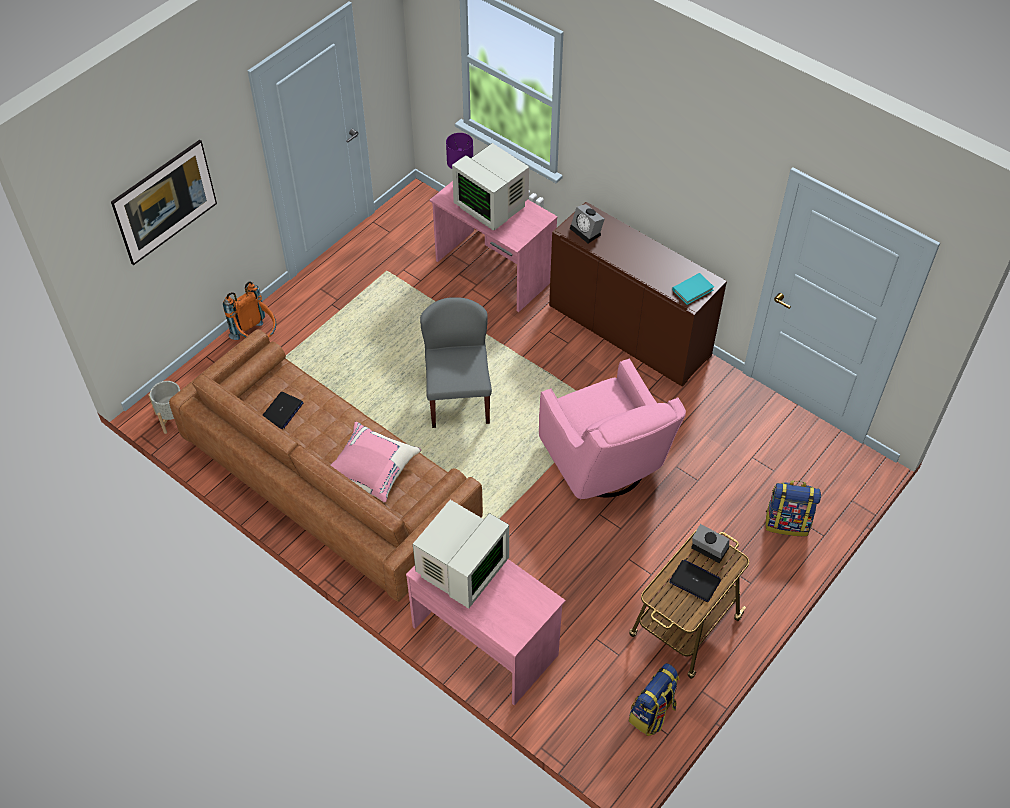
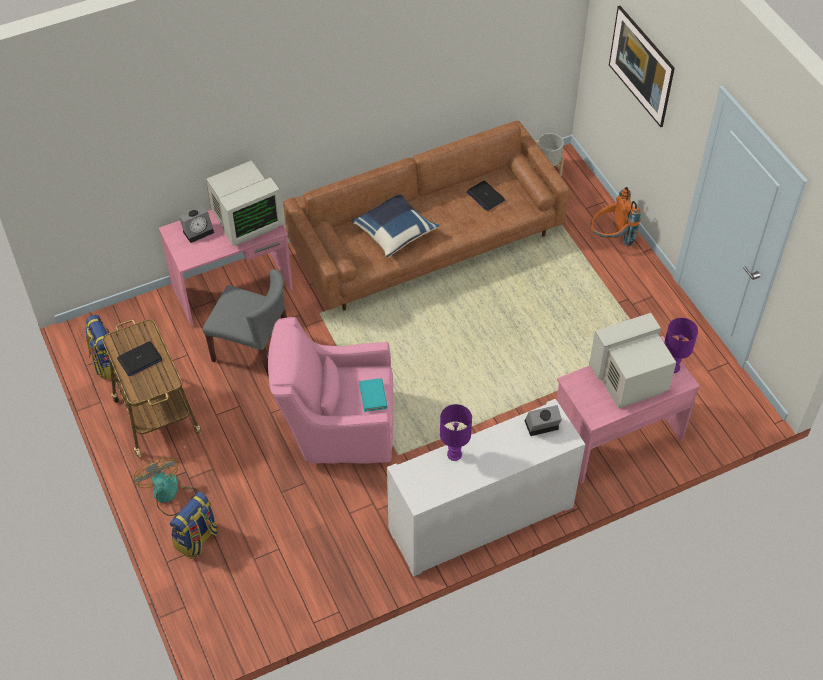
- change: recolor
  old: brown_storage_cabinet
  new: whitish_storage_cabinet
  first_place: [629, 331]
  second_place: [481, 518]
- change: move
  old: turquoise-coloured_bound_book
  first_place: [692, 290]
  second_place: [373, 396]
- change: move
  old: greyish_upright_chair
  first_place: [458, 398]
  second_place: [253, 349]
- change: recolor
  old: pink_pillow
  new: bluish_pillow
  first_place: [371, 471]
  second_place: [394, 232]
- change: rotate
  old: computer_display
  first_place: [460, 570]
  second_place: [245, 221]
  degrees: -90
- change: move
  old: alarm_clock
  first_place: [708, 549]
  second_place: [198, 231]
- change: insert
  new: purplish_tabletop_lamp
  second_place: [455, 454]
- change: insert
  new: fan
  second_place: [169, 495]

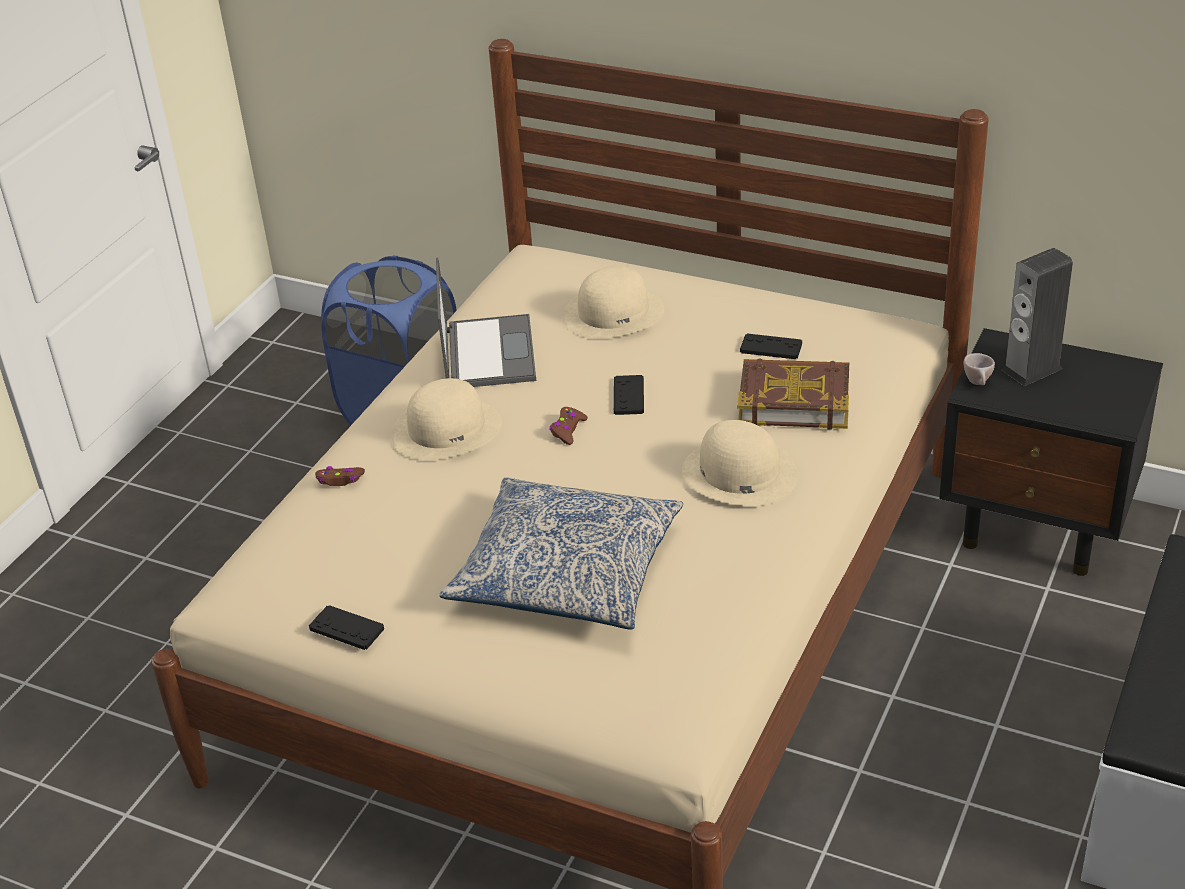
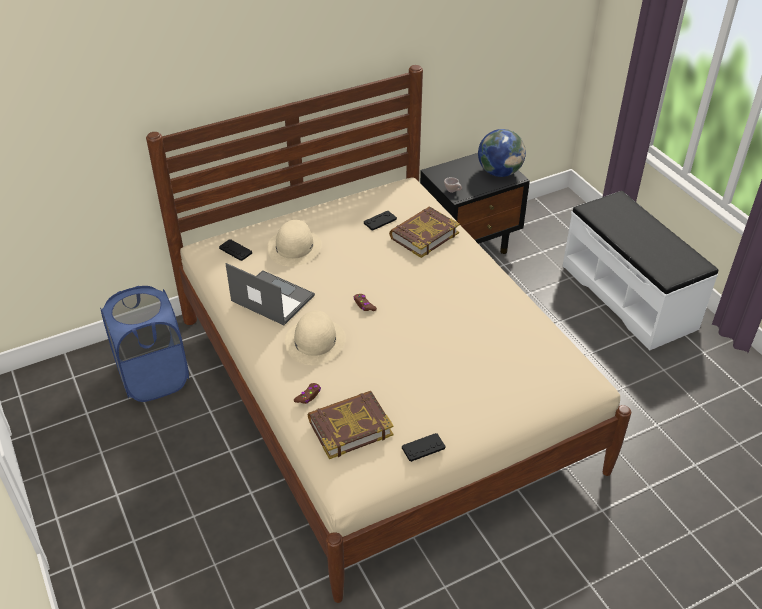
- change: delete
  old: speaker
  first_place: [1031, 369]
- change: move
  old: black-coloured_gamepad
  first_place: [628, 396]
  second_place: [235, 250]
- change: delete
  old: sand-coloured_wearable_hat
  first_place: [738, 473]
- change: delete
  old: pillow
  first_place: [566, 572]
- change: insert
  new: world_globe
  second_place: [499, 172]
- change: insert
  new: bound_book
  second_place: [350, 427]

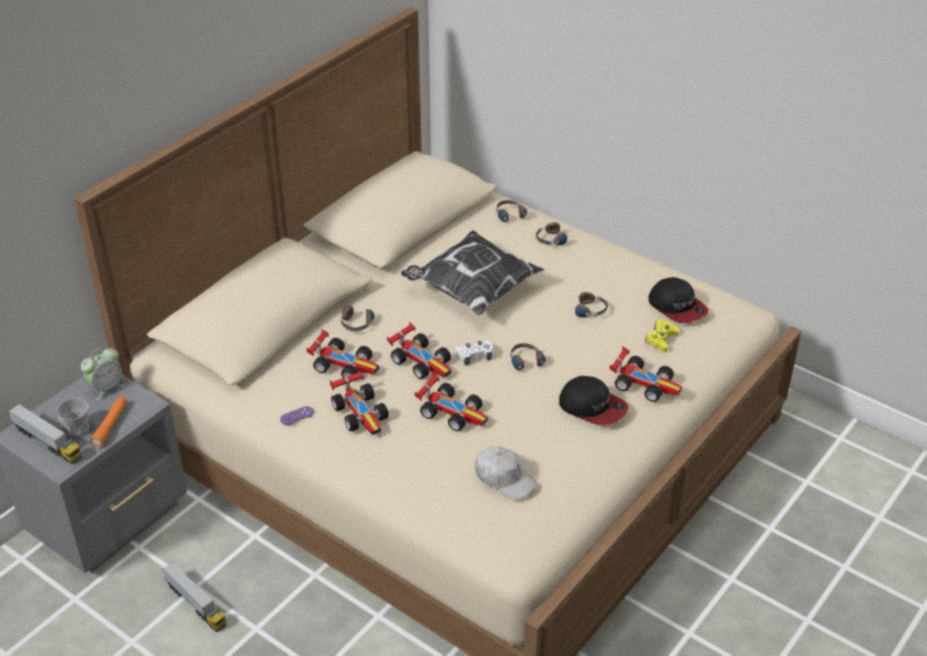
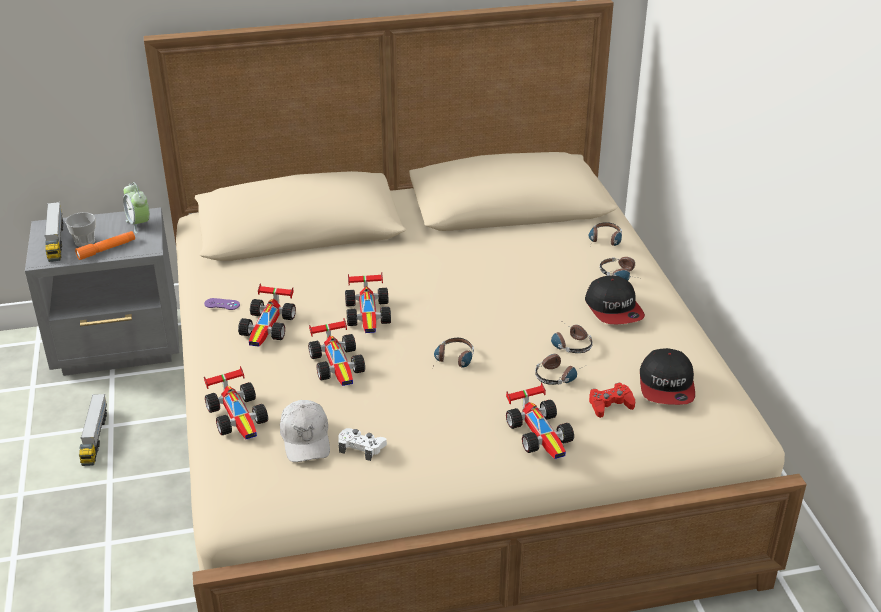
- change: delete
  old: pillow
  first_place: [472, 290]
- change: move
  old: headset
  first_place: [358, 320]
  second_place: [559, 374]
- change: recolor
  old: yellow-coloured_gamepad
  new: reddish_gamepad
  first_place: [661, 339]
  second_place: [610, 404]
- change: move
  old: miniature_car
  first_place: [344, 364]
  second_place: [238, 415]
- change: move
  old: whitish_gamepad
  first_place: [474, 355]
  second_place: [361, 447]
- change: rotate
  old: alarm_clock
  first_place: [106, 388]
  second_place: [139, 224]
  degrees: 60
- change: move
  old: baseball_cap
  first_place: [593, 407]
  second_place: [614, 309]

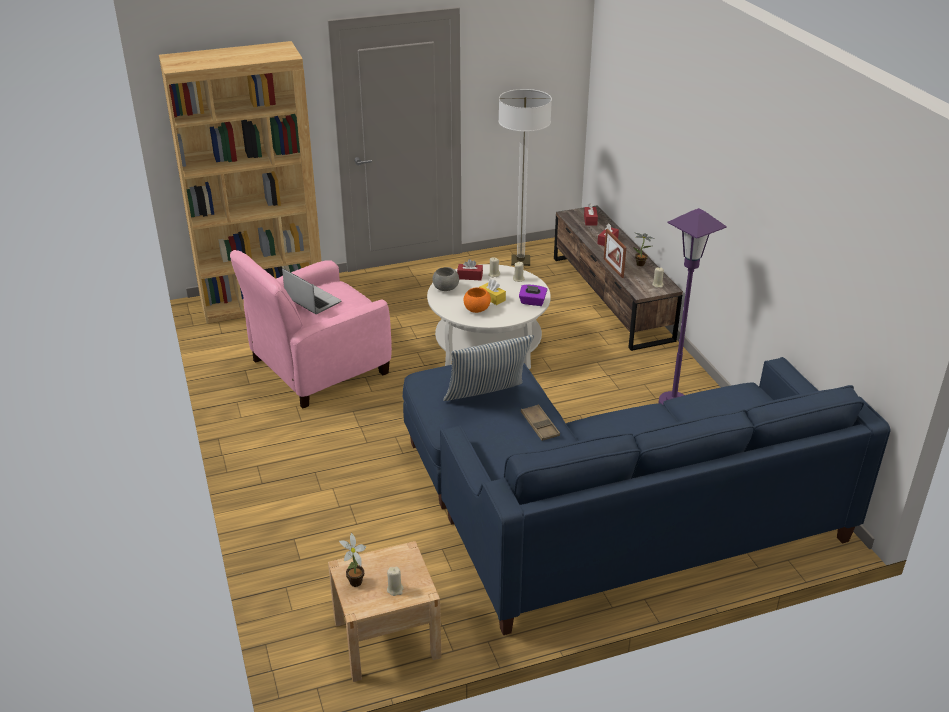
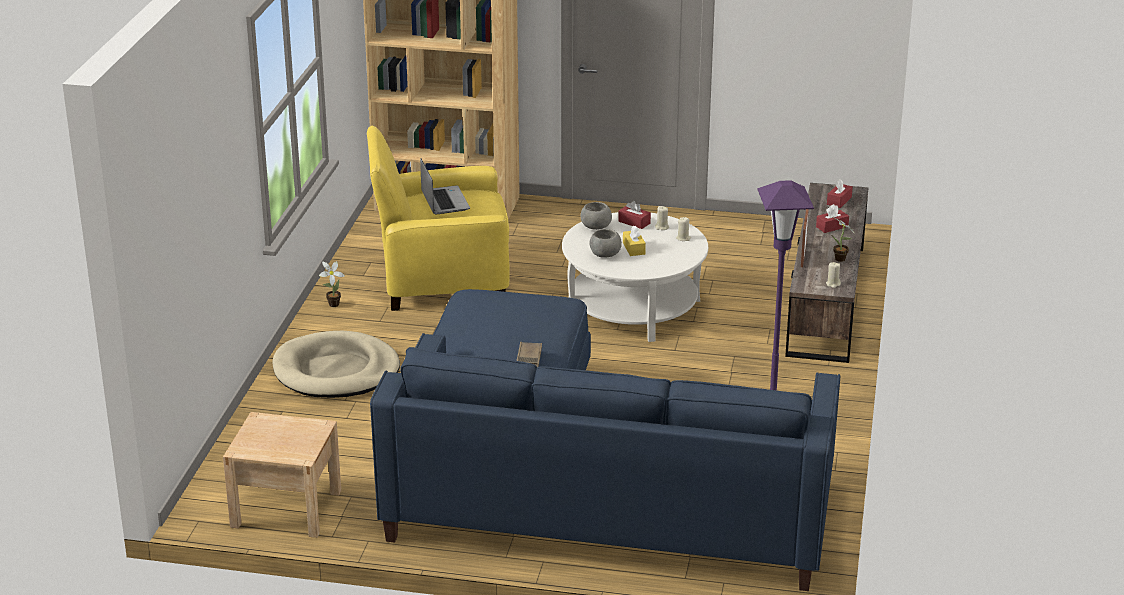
- change: delete
  old: standing_lamp
  first_place: [520, 261]
- change: recolor
  old: pink_armchair
  new: yellow-coloured_armchair
  first_place: [318, 367]
  second_place: [441, 279]
- change: delete
  old: purplish_box_of_tissues
  first_place: [532, 302]
- change: recolor
  old: orange_deep_dish
  new: greyish_deep_dish
  first_place: [477, 310]
  second_place: [605, 255]
- change: delete
  old: pillow
  first_place: [487, 400]
- change: move
  old: plant_in_a_pot
  first_place: [354, 583]
  second_place: [332, 305]
- change: delete
  old: sand-coloured_wax_light
  first_place: [395, 589]
- change: insert
  new: sand-coloured_dog_bed
  second_place: [336, 371]

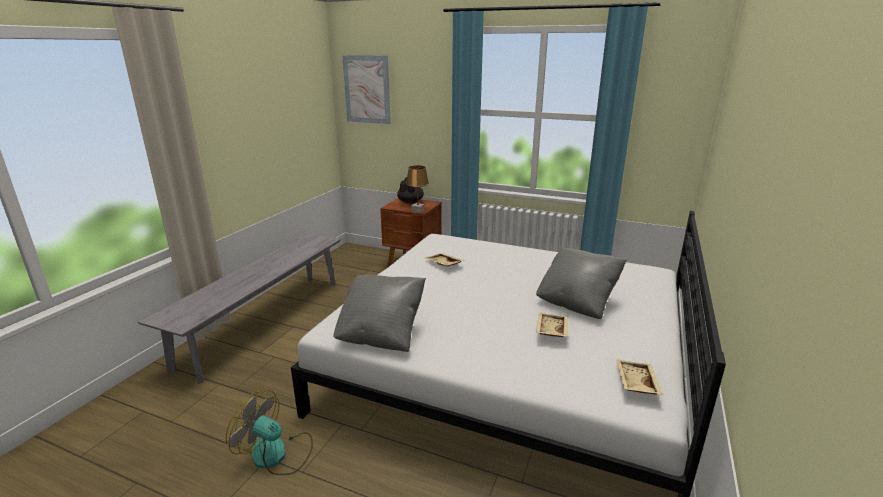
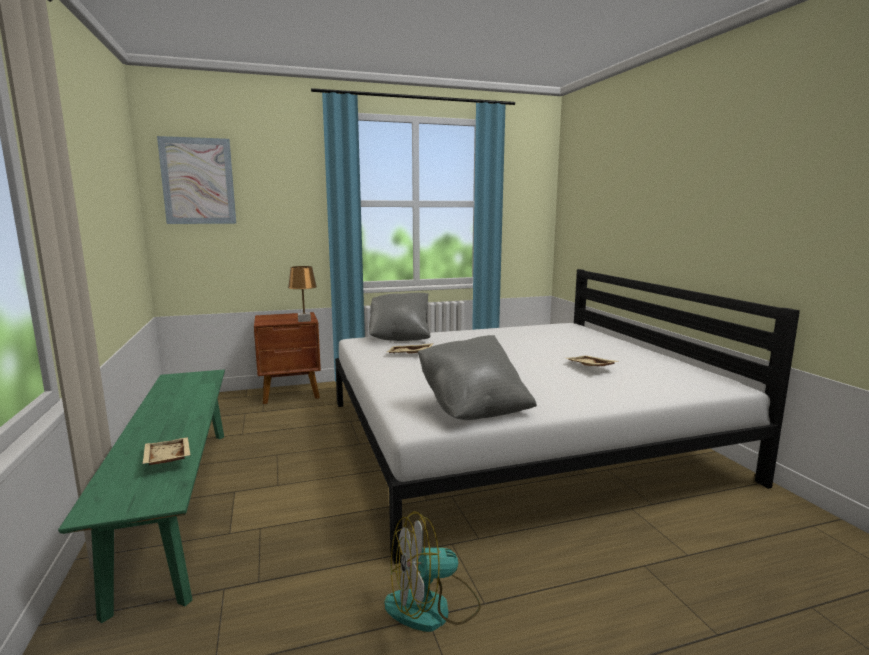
- change: delete
  old: black-coloured_pot_for_tea
  first_place: [410, 202]
- change: recolor
  old: greyish_bench
  new: green_bench
  first_place: [265, 321]
  second_place: [178, 502]
- change: move
  old: greyish_pillow
  first_place: [577, 302]
  second_place: [400, 337]
- change: move
  old: sand-coloured_carrying_tray
  first_place: [635, 383]
  second_place: [166, 459]

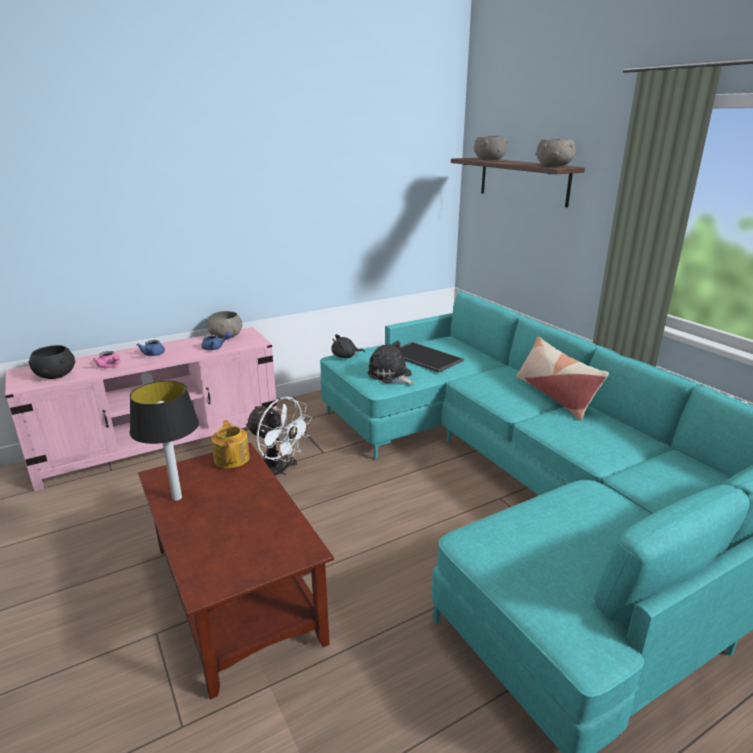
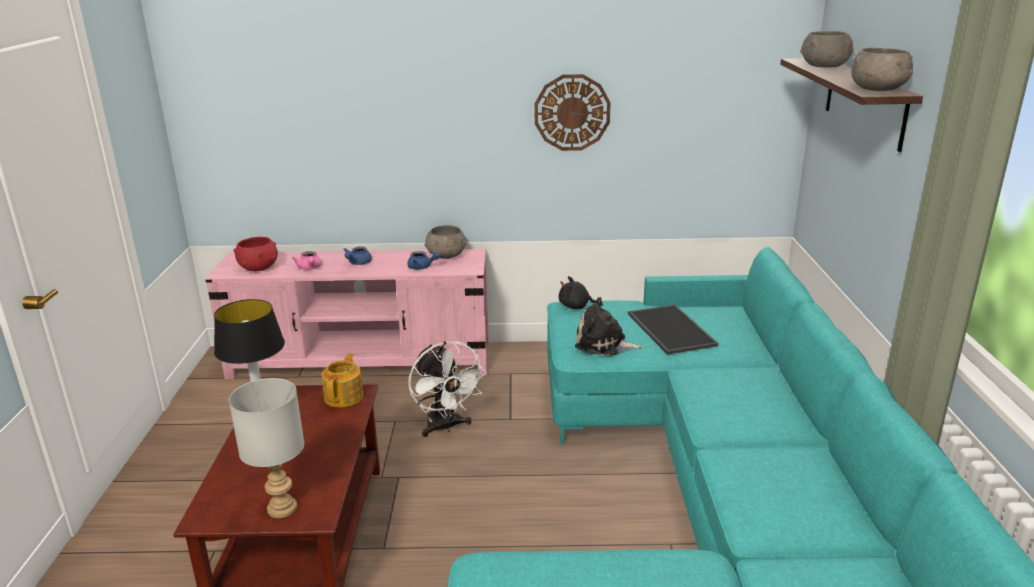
- change: delete
  old: pillow
  first_place: [555, 395]
- change: rotate
  old: cuddly_toy
  first_place: [391, 376]
  second_place: [604, 344]
  degrees: -60
- change: recolor
  old: black-coloured_deep_dish
  new: reddish_deep_dish
  first_place: [56, 375]
  second_place: [259, 267]
- change: insert
  new: clock_on_the_wall
  second_place: [572, 112]
- change: insert
  new: greyish_tabletop_lamp
  second_place: [282, 507]

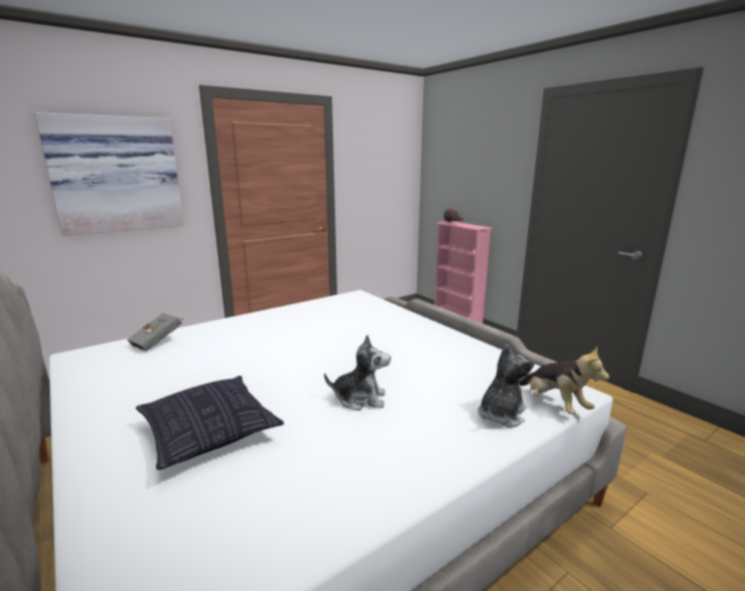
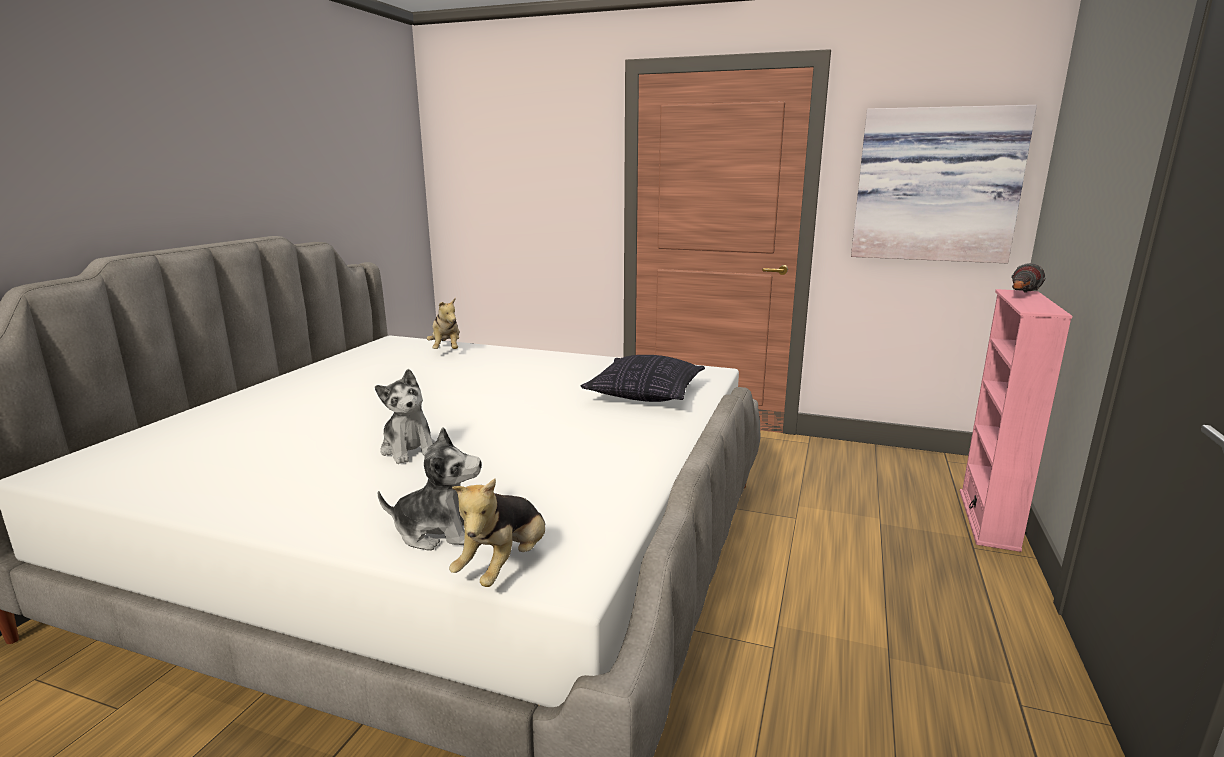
- change: move
  old: wall_picture
  first_place: [116, 174]
  second_place: [936, 185]
- change: replace
  old: greyish_bound_book
  new: cuddly_toy
  first_place: [159, 342]
  second_place: [446, 350]
- change: move
  old: pillow
  first_place: [209, 433]
  second_place: [645, 394]

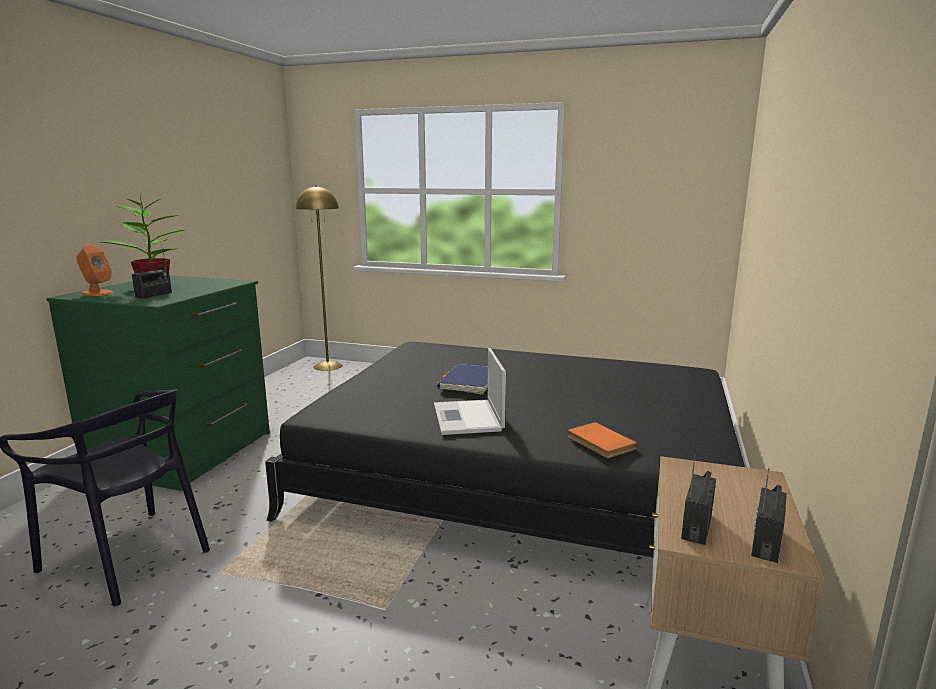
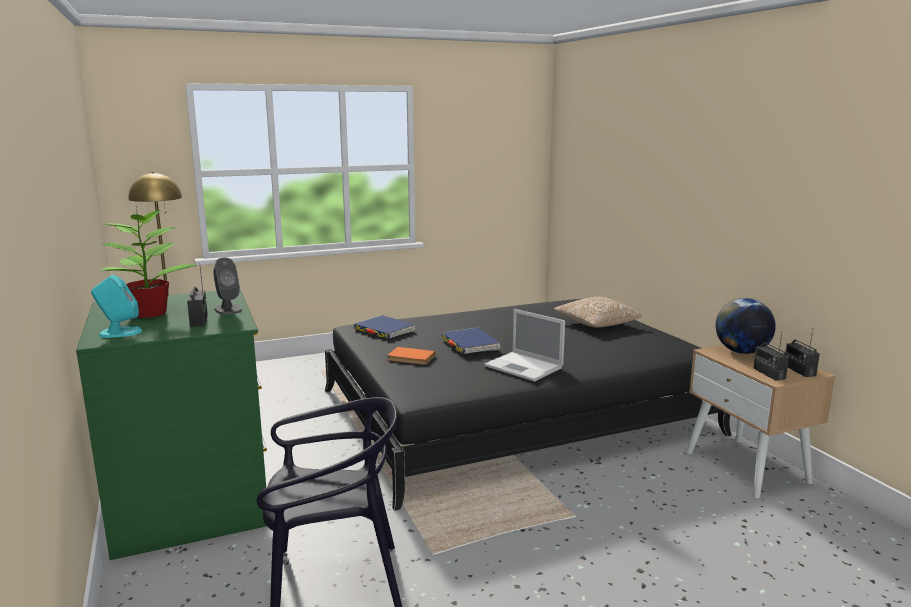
- change: recolor
  old: orange_speaker
  new: turquoise-coloured_speaker
  first_place: [97, 293]
  second_place: [120, 332]
- change: move
  old: orange_bound_book
  first_place: [599, 443]
  second_place: [410, 358]
- change: insert
  new: greyish_speaker
  second_place: [228, 309]
- change: insert
  new: pillow
  second_place: [596, 324]
- change: insert
  new: world_globe
  second_place: [741, 352]
- change: insert
  new: bluish_bound_book
  second_place: [384, 330]

